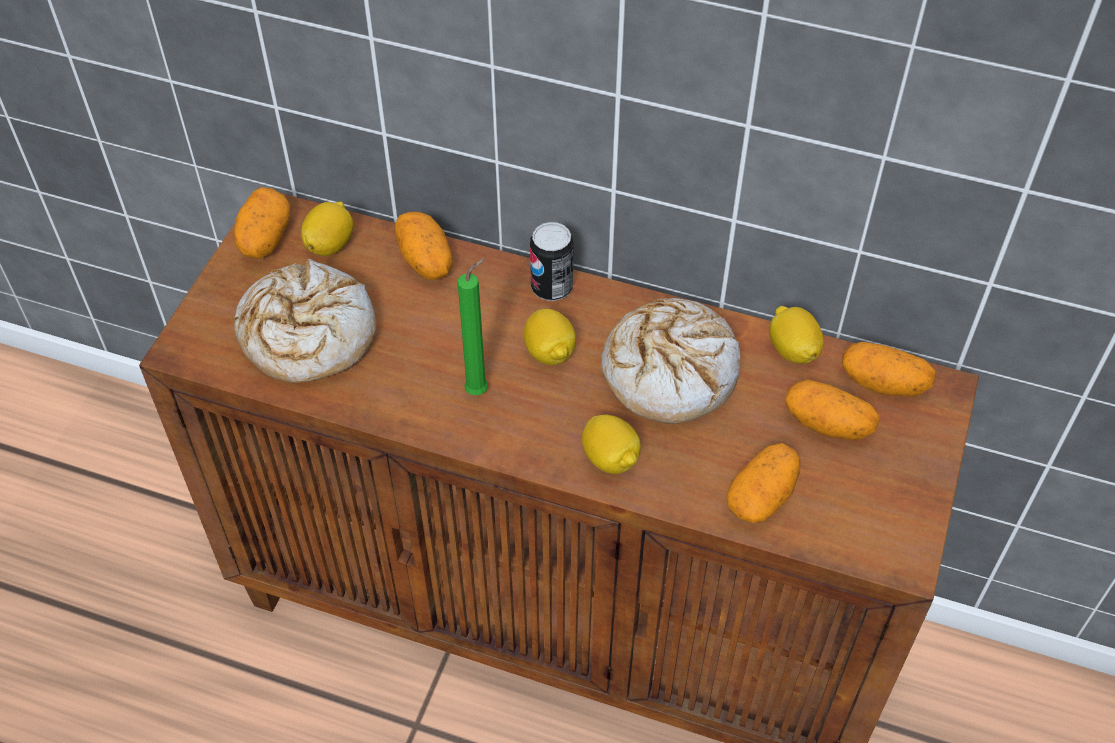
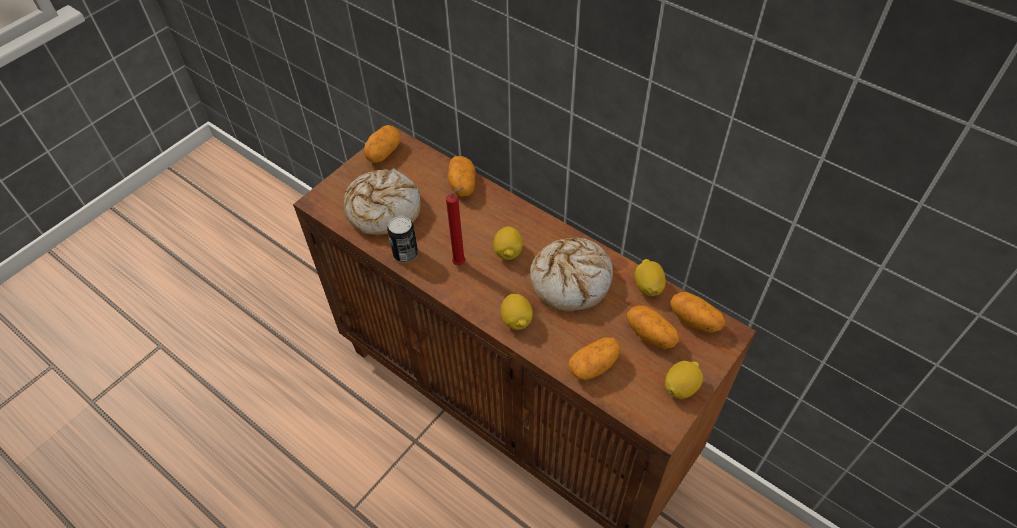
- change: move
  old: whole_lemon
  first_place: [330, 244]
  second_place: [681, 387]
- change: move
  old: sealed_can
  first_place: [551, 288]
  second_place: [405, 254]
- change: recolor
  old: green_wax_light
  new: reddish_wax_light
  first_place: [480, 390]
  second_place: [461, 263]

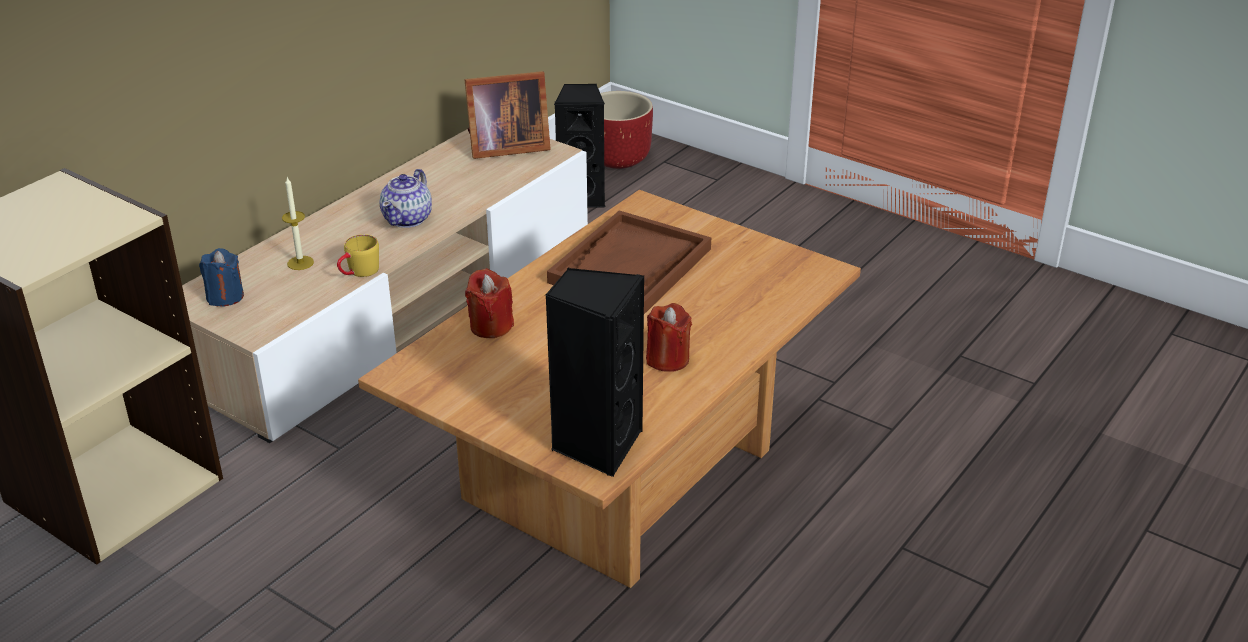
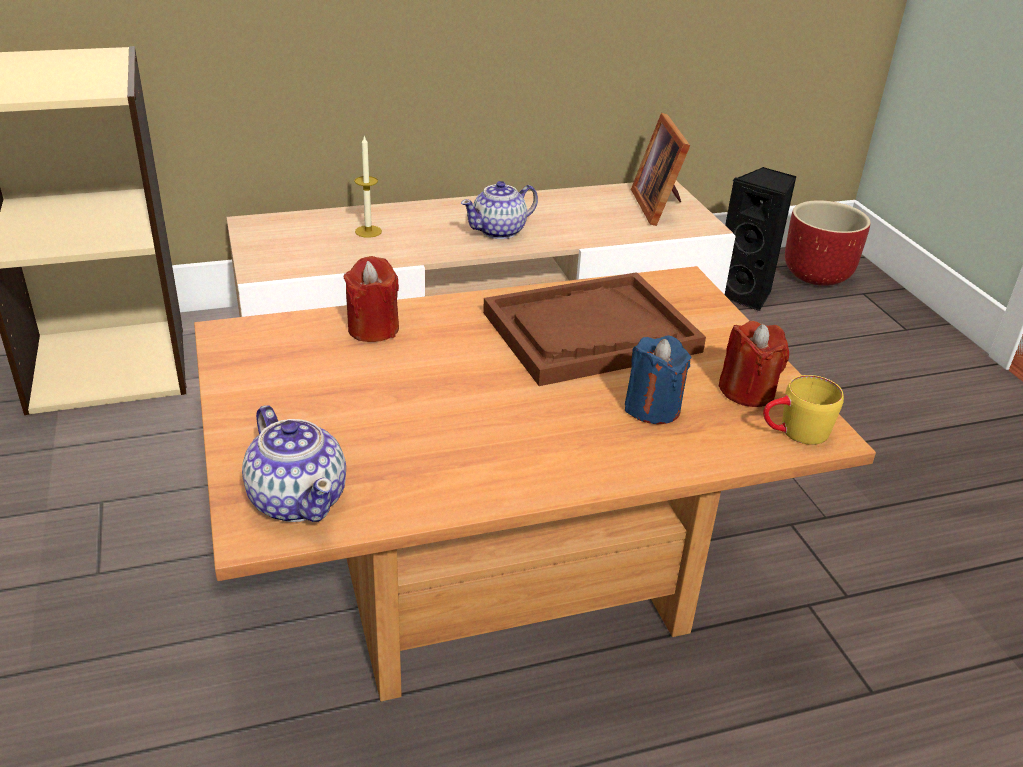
- change: rotate
  old: standing_frame
  first_place: [505, 147]
  second_place: [659, 206]
  degrees: 60
- change: move
  old: yellow-coloured_tea_mug
  first_place: [358, 272]
  second_place: [794, 432]
- change: move
  old: bluish_wax_light
  first_place: [225, 297]
  second_place: [652, 408]
- change: replace
  old: black-coloured_speaker
  new: pot_for_tea
  first_place: [596, 444]
  second_place: [298, 499]
- change: move
  old: reddish_wax_light
  first_place: [667, 359]
  second_place: [747, 391]

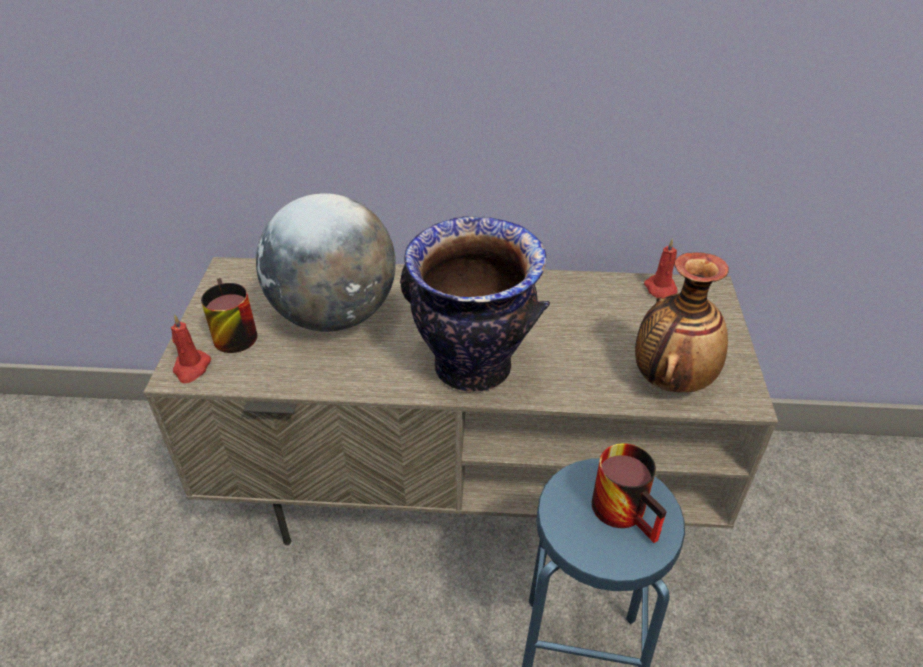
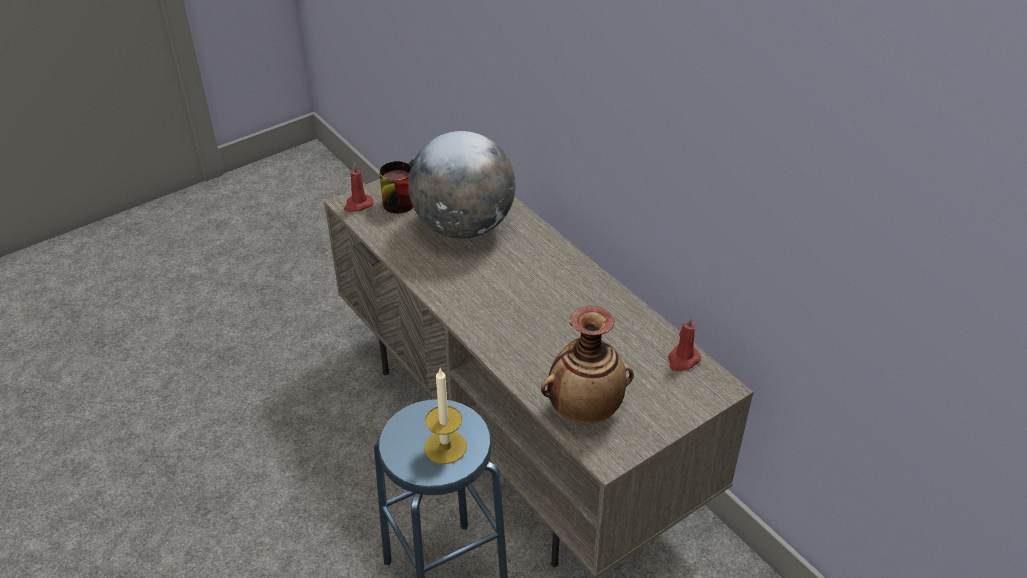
- change: delete
  old: flower_vase
  first_place: [472, 368]
- change: replace
  old: tea_mug
  new: wax_light
  first_place: [628, 510]
  second_place: [445, 447]

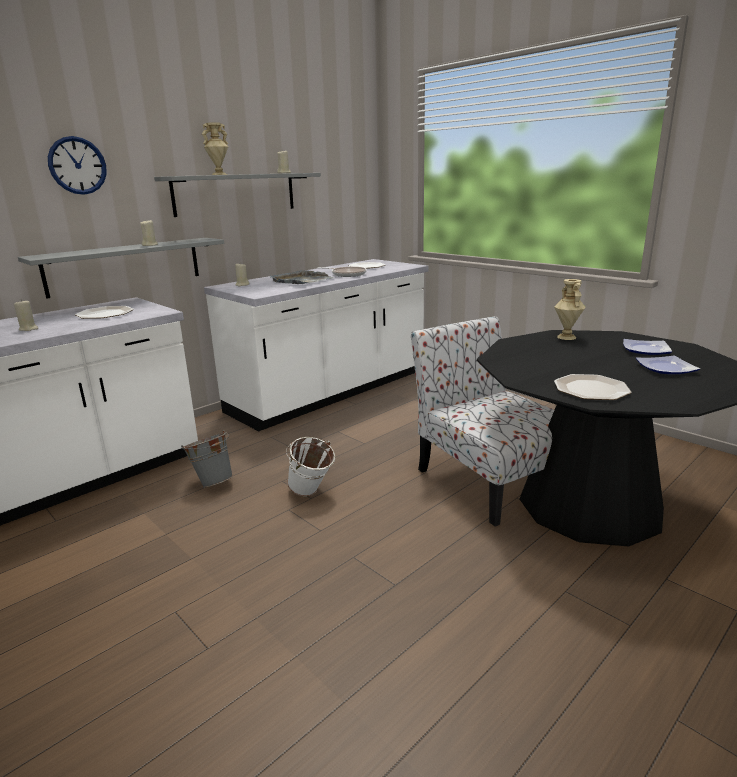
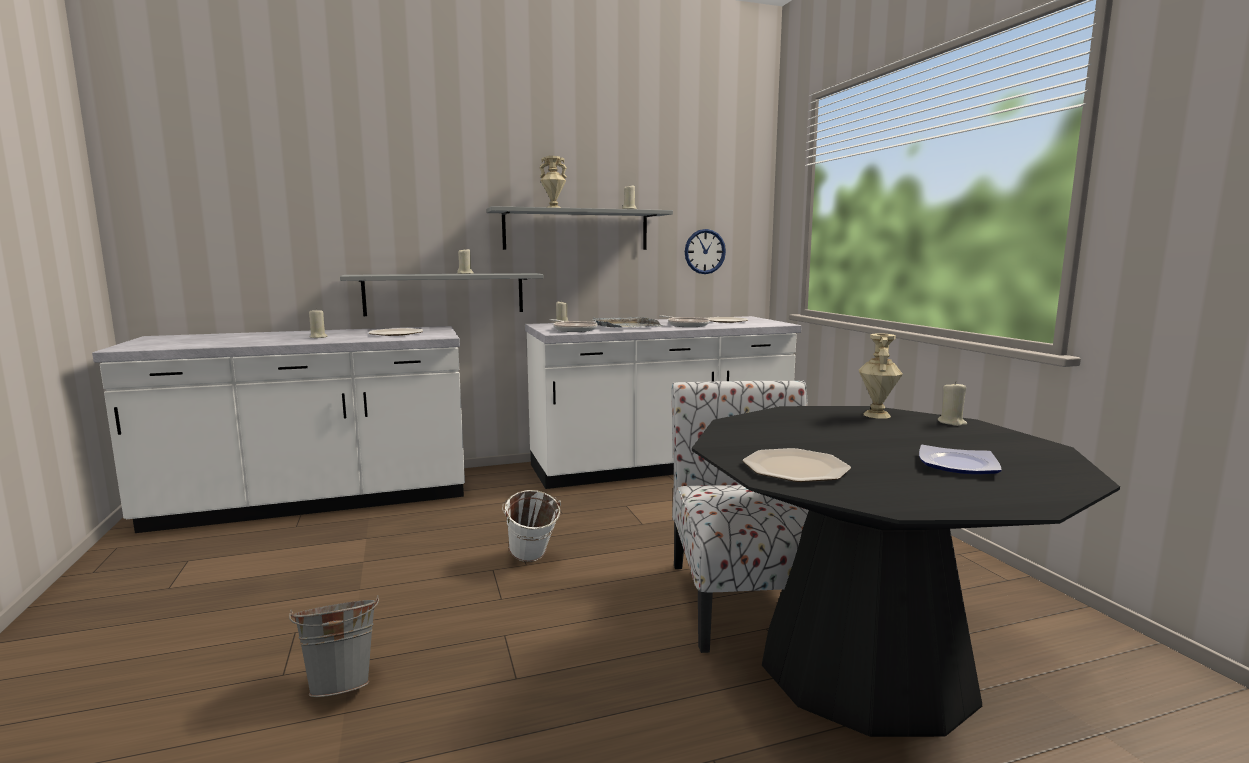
- change: move
  old: clock_on_the_wall
  first_place: [77, 165]
  second_place: [705, 251]
- change: delete
  old: flat_dish
  first_place: [646, 350]
- change: move
  old: greyish_water_bucket
  first_place: [212, 482]
  second_place: [342, 684]
- change: insert
  new: pan
  second_place: [573, 330]
- change: insert
  new: sand-coloured_wax_light
  second_place: [952, 422]

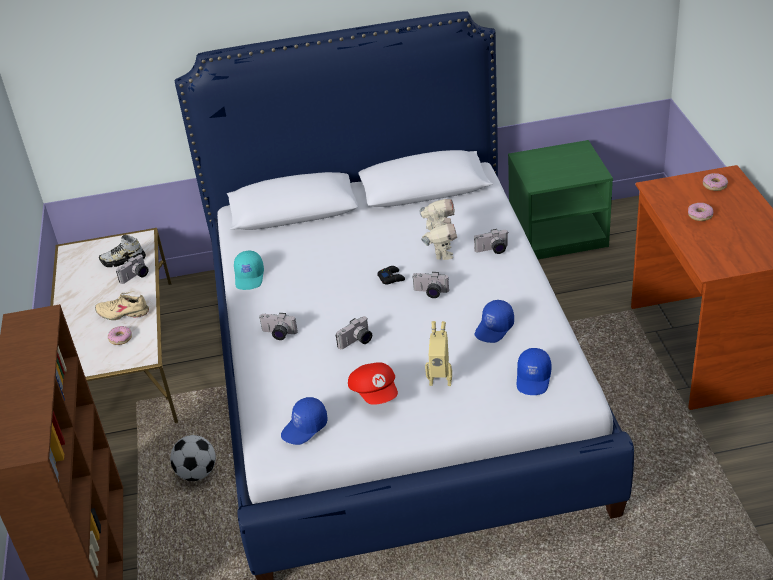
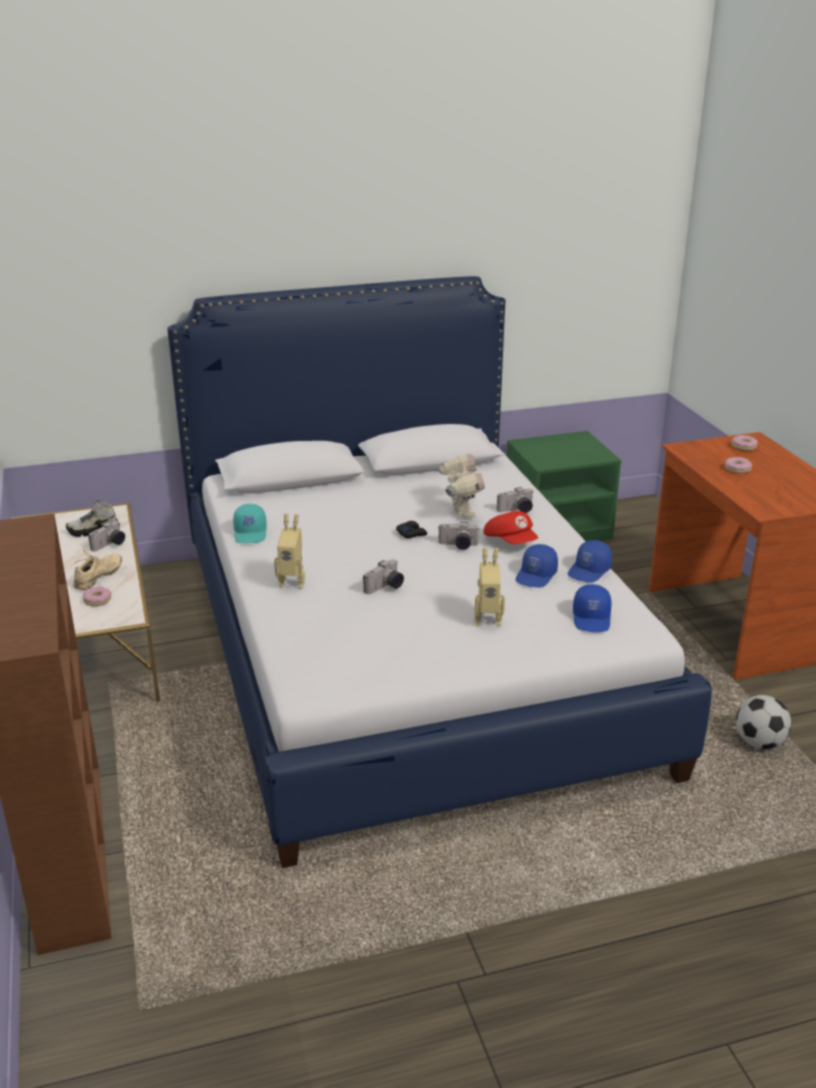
- change: rotate
  old: sand-coloured_low_shoe
  first_place: [123, 313]
  second_place: [98, 577]
  degrees: 120
- change: replace
  old: photo_camera
  new: model_robot
  first_place: [278, 334]
  second_place: [292, 582]
- change: move
  old: reddish_baseball_cap
  first_place: [375, 392]
  second_place: [511, 542]
- change: move
  old: bluish_baseball_cap
  first_place: [305, 428]
  second_place: [589, 571]
- change: move
  old: ball_for_football
  first_place: [197, 473]
  second_place: [759, 743]

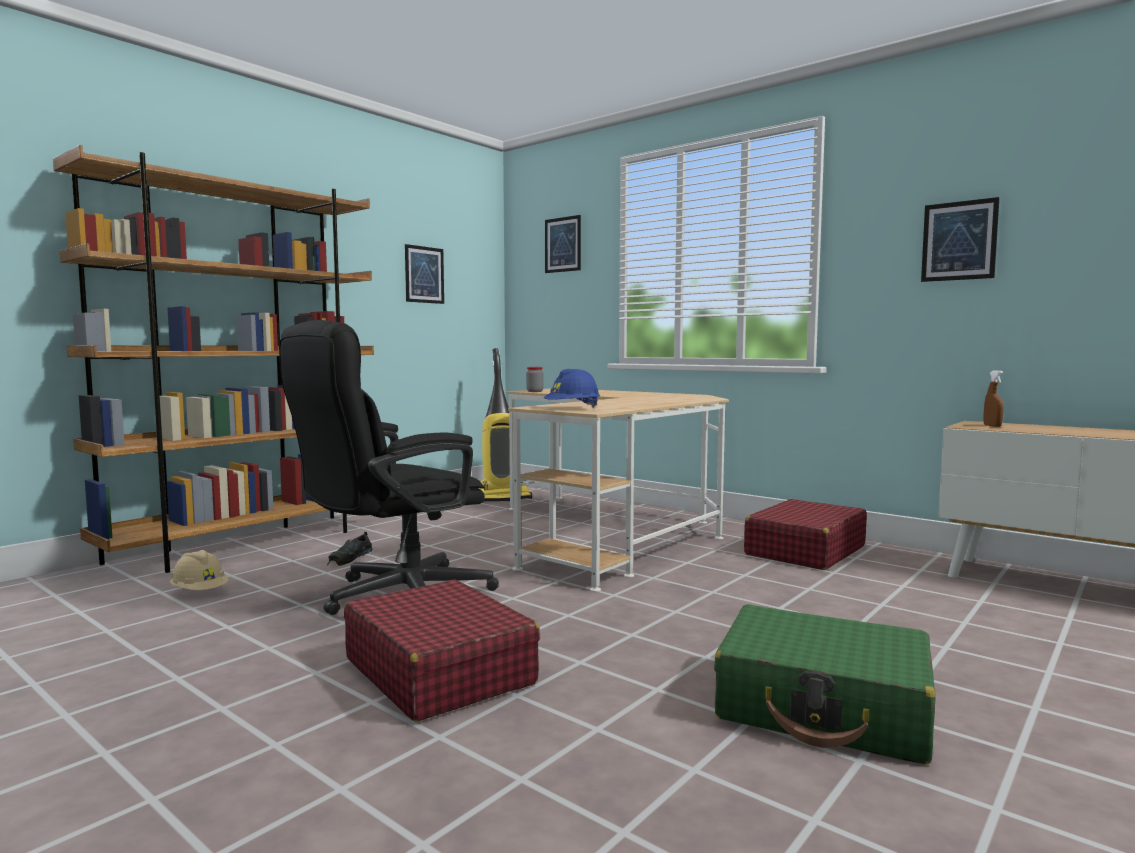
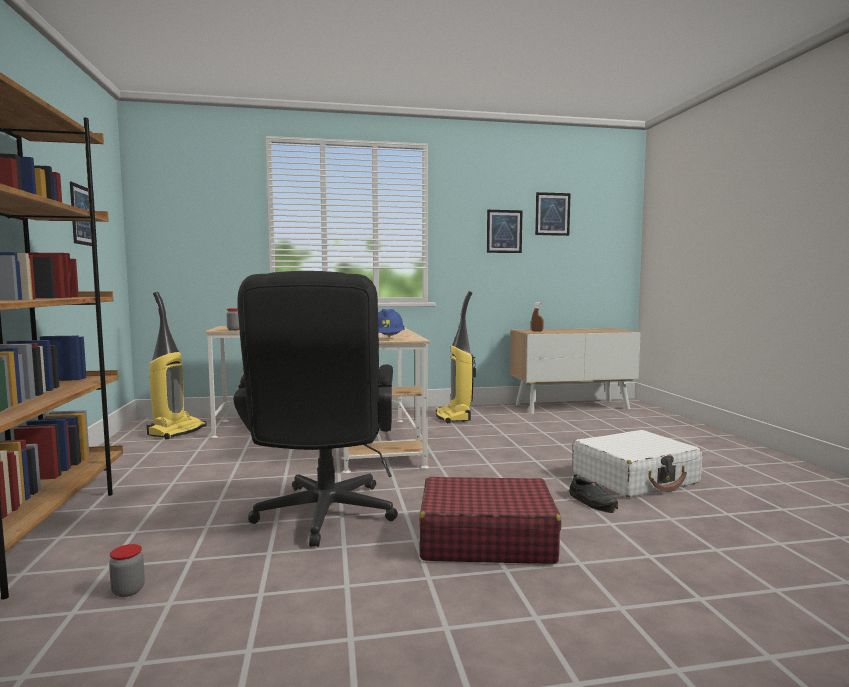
- change: move
  old: wall_picture
  first_place: [563, 244]
  second_place: [552, 214]
- change: replace
  old: reddish_piece_of_luggage
  new: vacuum_cleaner
  first_place: [804, 551]
  second_place: [454, 417]
- change: move
  old: black-coloured_low_shoe
  first_place: [350, 558]
  second_place: [593, 502]
- change: replace
  old: sand-coloured_work_helmet
  new: storage_jar
  first_place: [200, 592]
  second_place: [128, 591]
- change: recolor
  old: green_piece_of_luggage
  new: whitish_piece_of_luggage
  first_place: [824, 708]
  second_place: [635, 478]

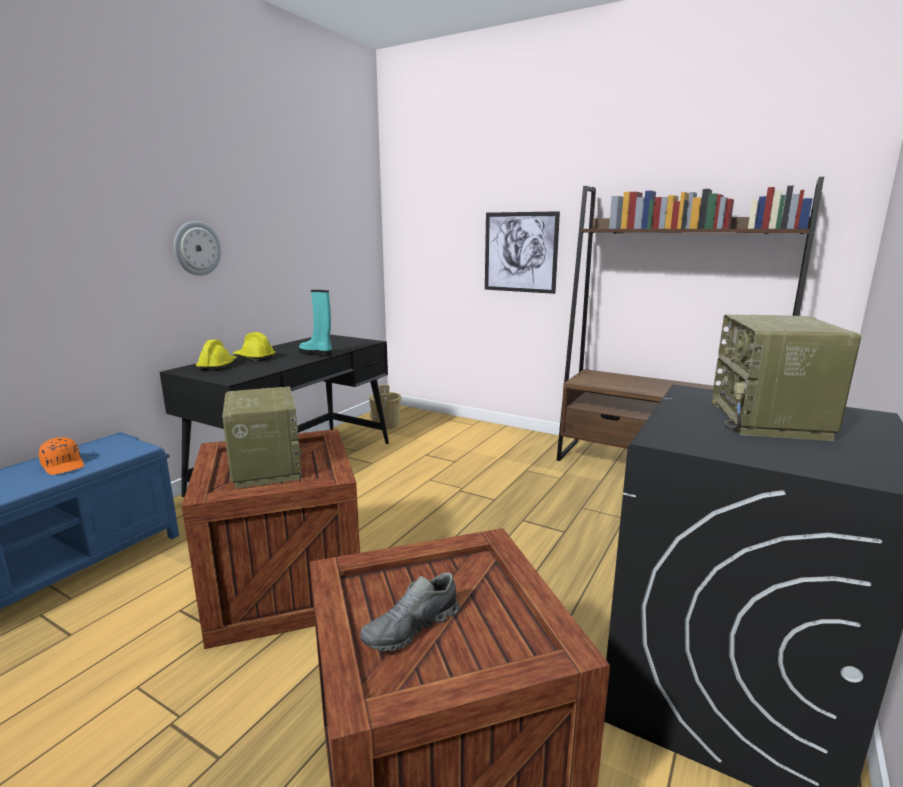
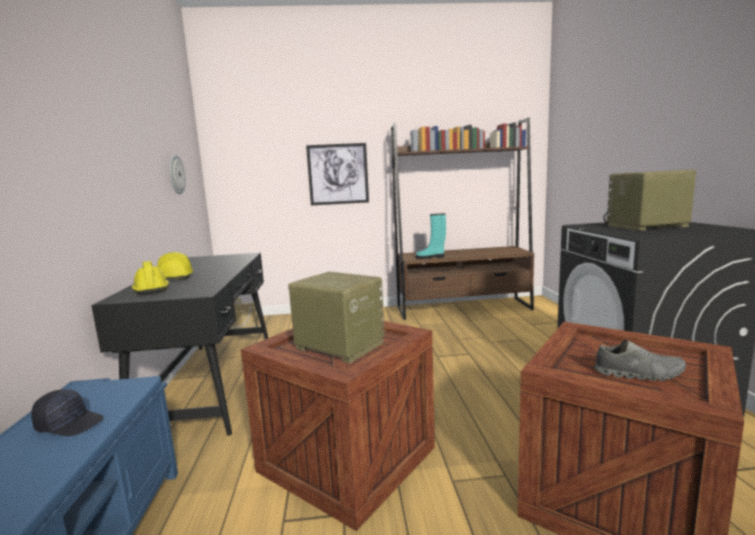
- change: move
  old: clock_on_the_wall
  first_place: [197, 248]
  second_place: [176, 174]
- change: move
  old: turquoise-coloured_tall_boot
  first_place: [317, 354]
  second_place: [431, 257]
- change: rotate
  old: radio_receiver
  first_place: [770, 421]
  second_place: [646, 226]
  degrees: 105
- change: recolor
  old: orange_baseball_cap
  new: black-coloured_baseball_cap
  first_place: [64, 465]
  second_place: [70, 424]
- change: rotate
  old: greyish_low_shoe
  first_place: [411, 628]
  second_place: [638, 374]
  degrees: -90

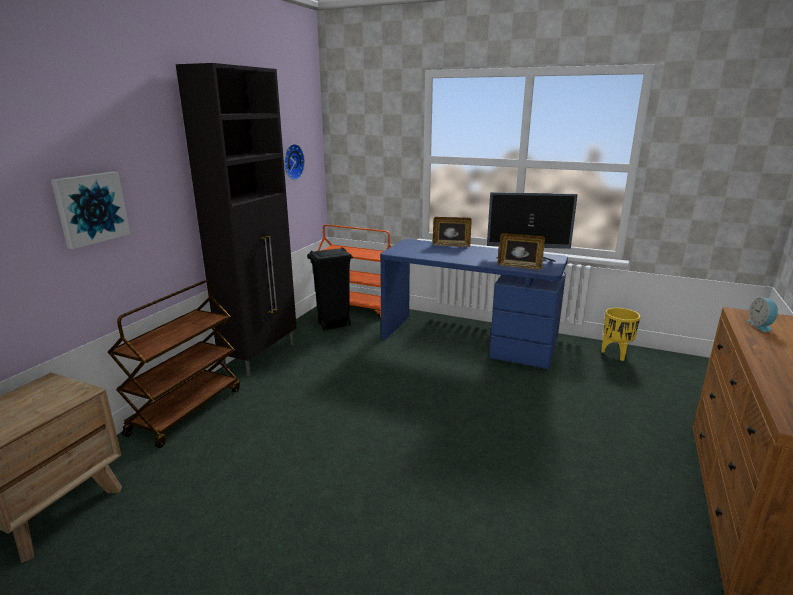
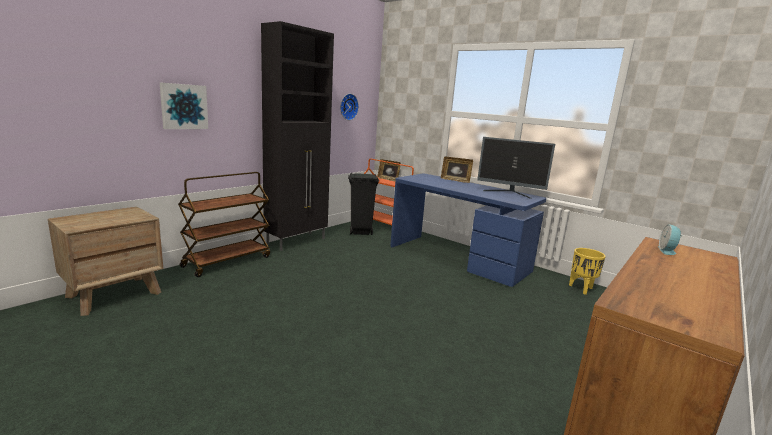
- change: move
  old: standing_frame
  first_place: [519, 266]
  second_place: [388, 179]

